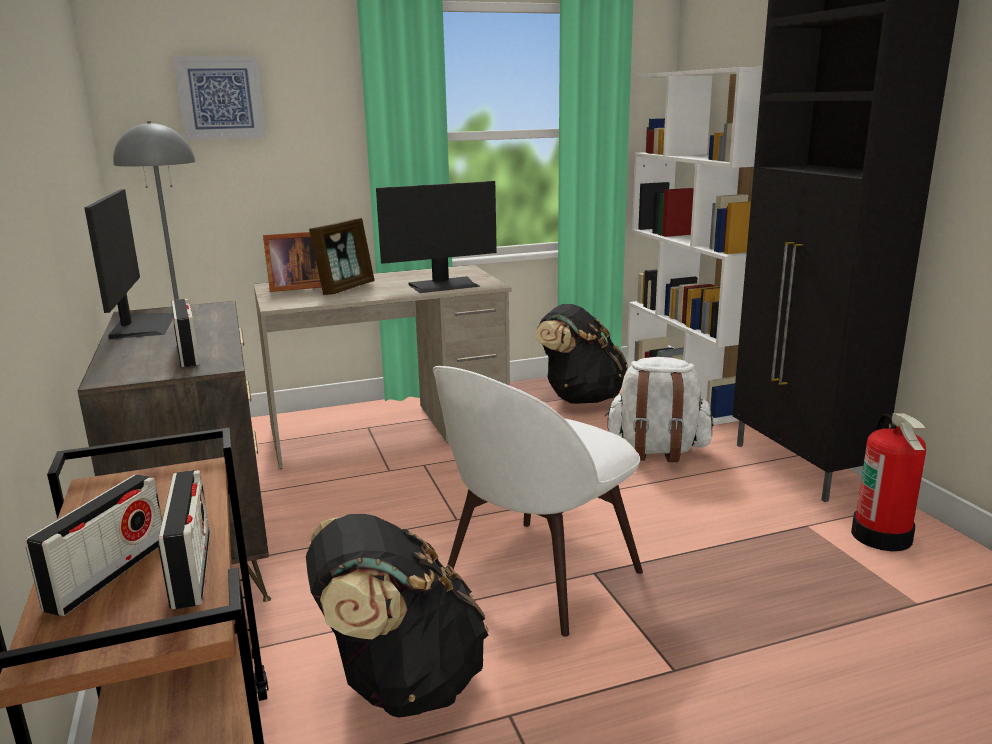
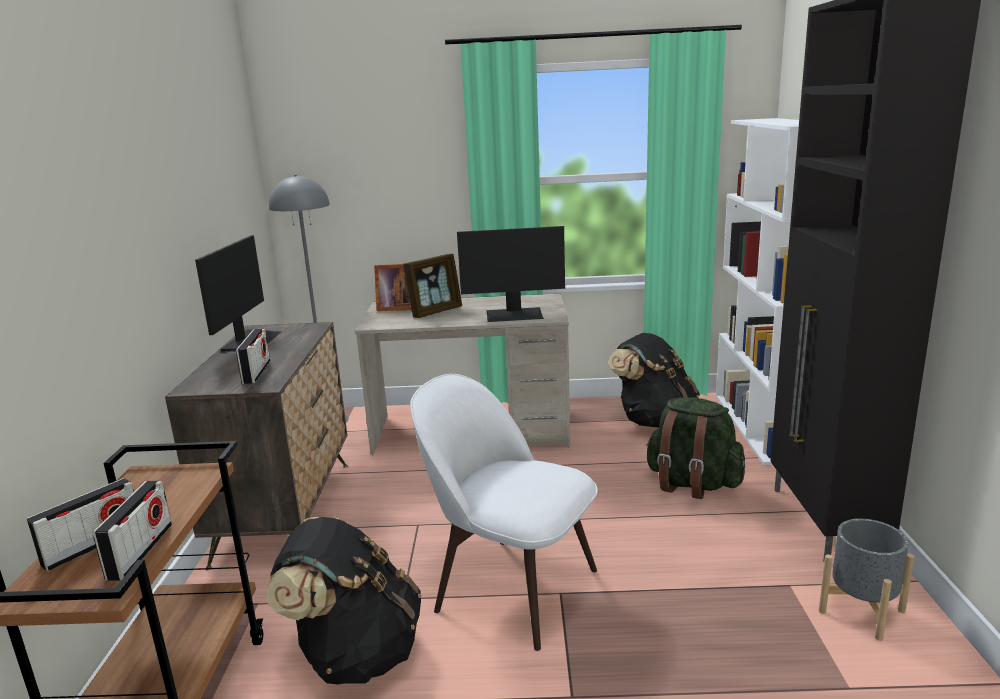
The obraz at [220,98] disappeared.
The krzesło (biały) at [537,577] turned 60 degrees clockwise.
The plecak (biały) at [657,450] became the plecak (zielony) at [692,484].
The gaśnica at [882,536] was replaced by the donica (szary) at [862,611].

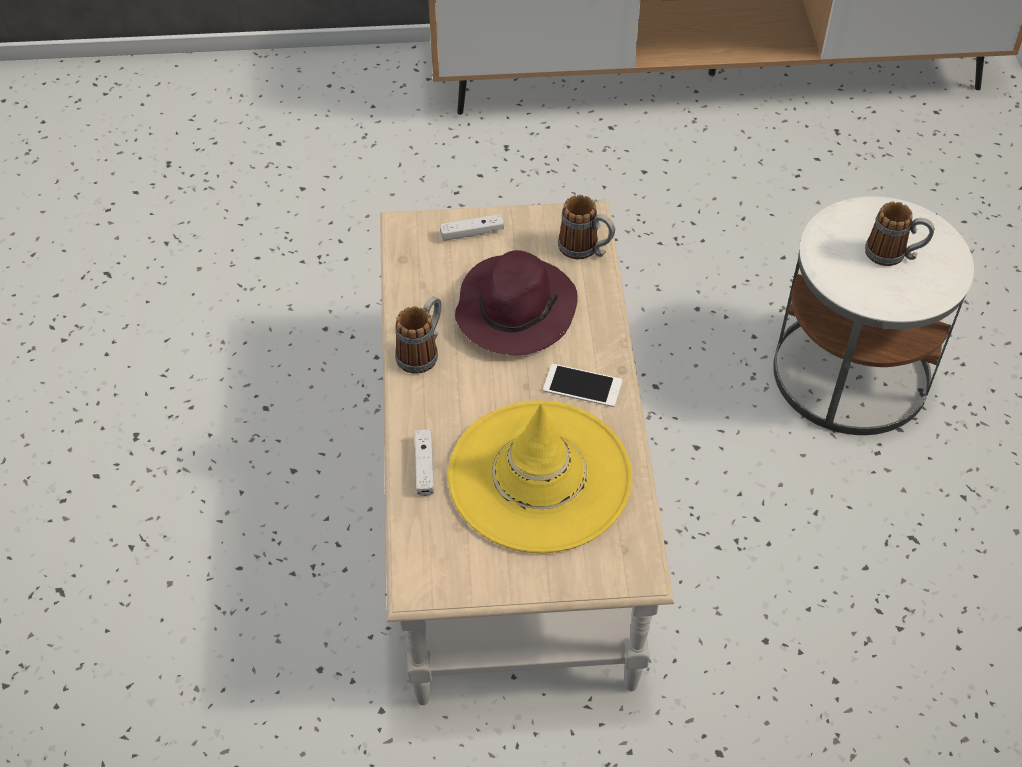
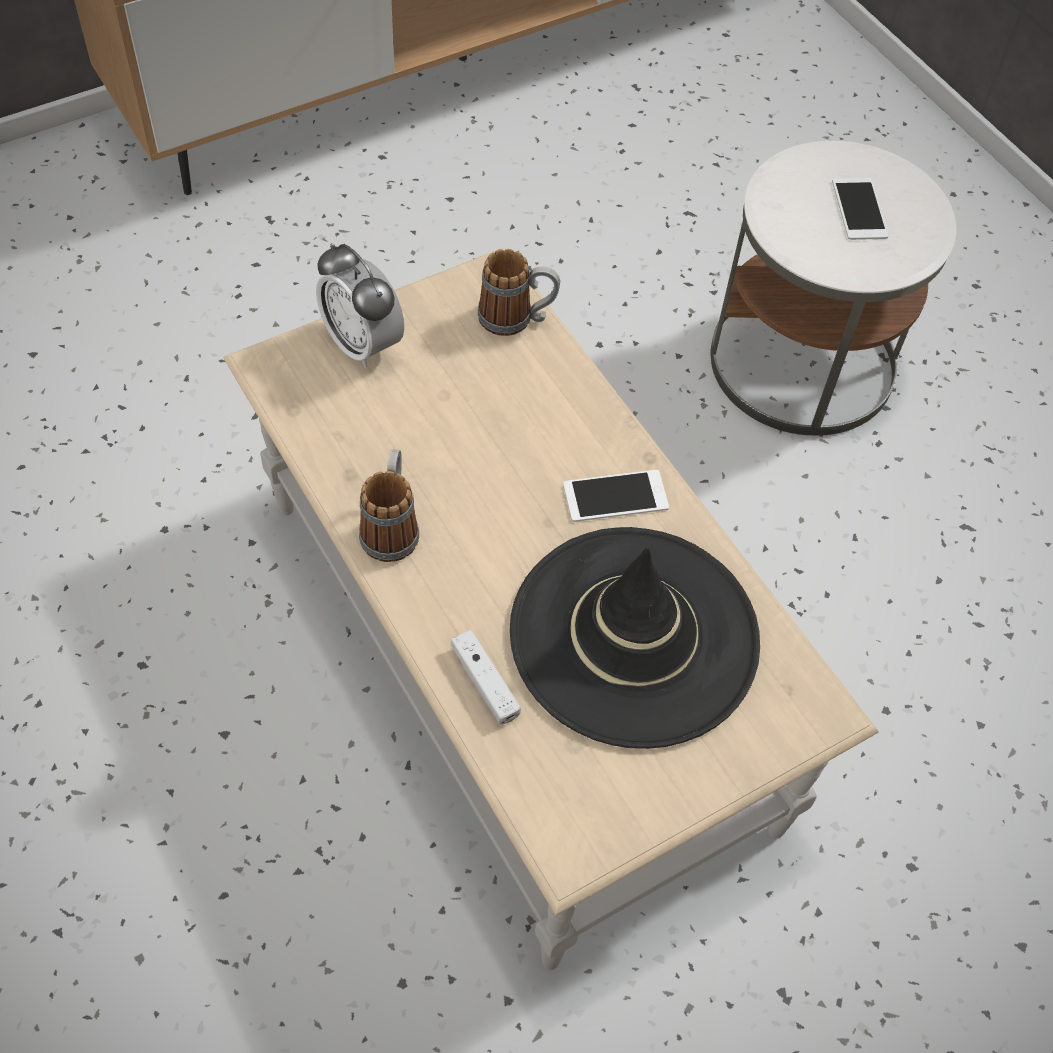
The pad do gier (biały) at [472,233] was replaced by the budzik at [362,344].
The kapelusz (żółty) at [539,476] became the kapelusz (czarny) at [634,636].
The kapelusz (fioletowy) at [515,309] disappeared.
The kubek at [893,255] was replaced by the telefon at [859,209].

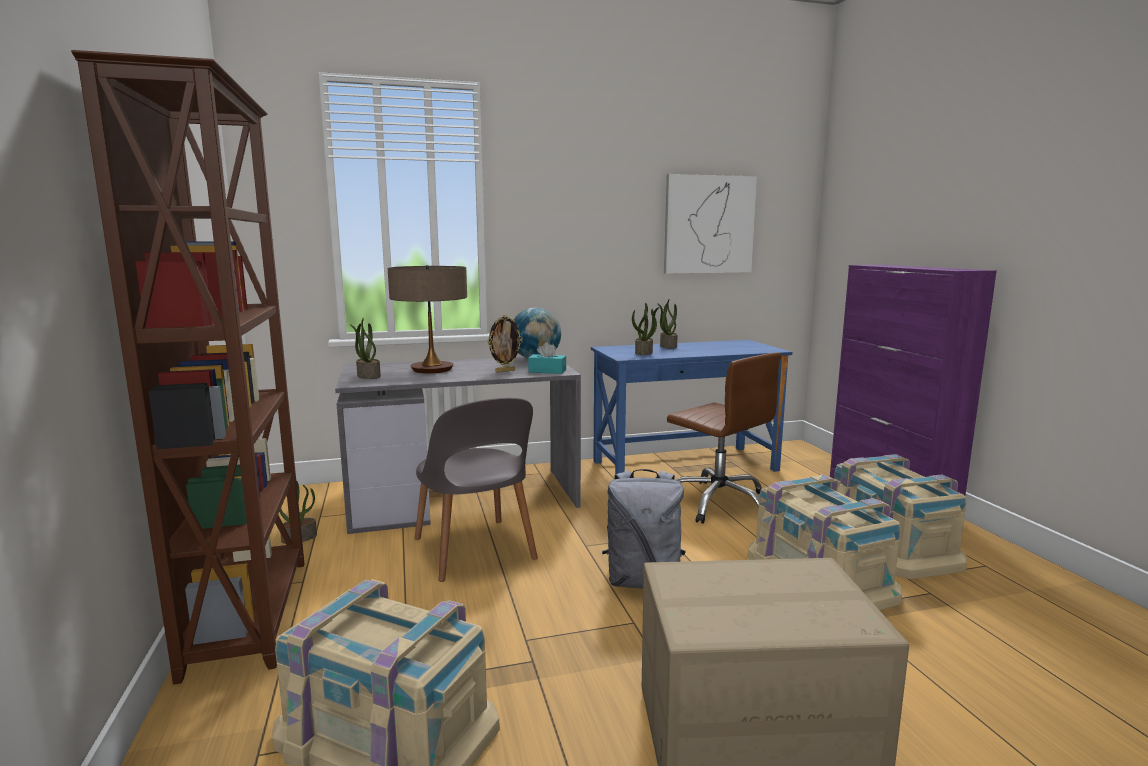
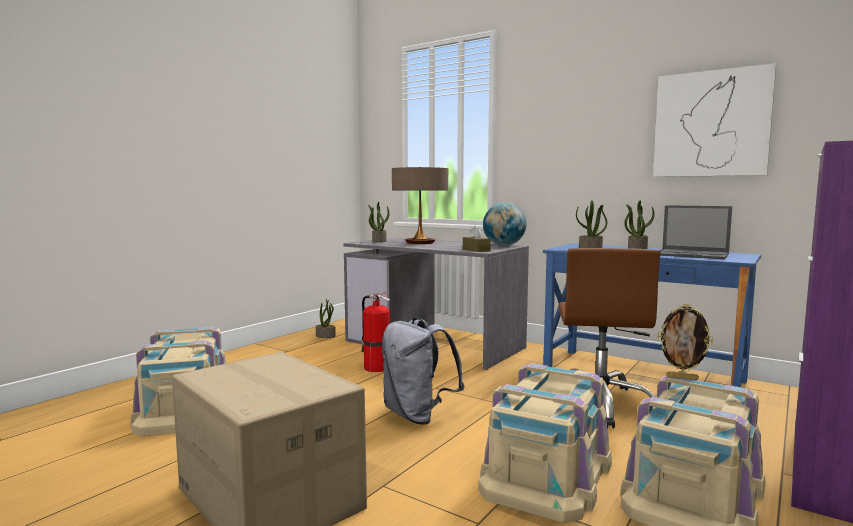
The regał (brązowy) at [251,613] disappeared.
The krzesło (szary) at [475,551] was replaced by the gaśnica at [375,367].
The ramka na zdjęcie moved from [505,371] to [682,378].
The pudełko chusteczek (turkusowy) at [547,371] became the pudełko chusteczek (brązowy) at [476,250].
The laptop at [692,254] appeared.

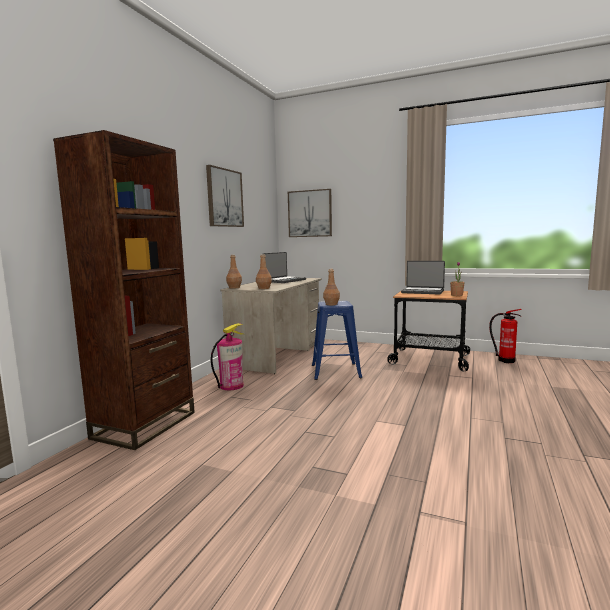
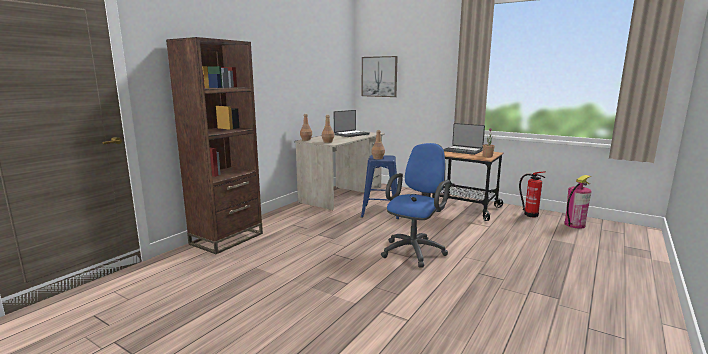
The obraz at [224,198] disappeared.
The gaśnica moved from [231,386] to [574,225].
The krzesło biurowe (niebieski) at [415,250] appeared.

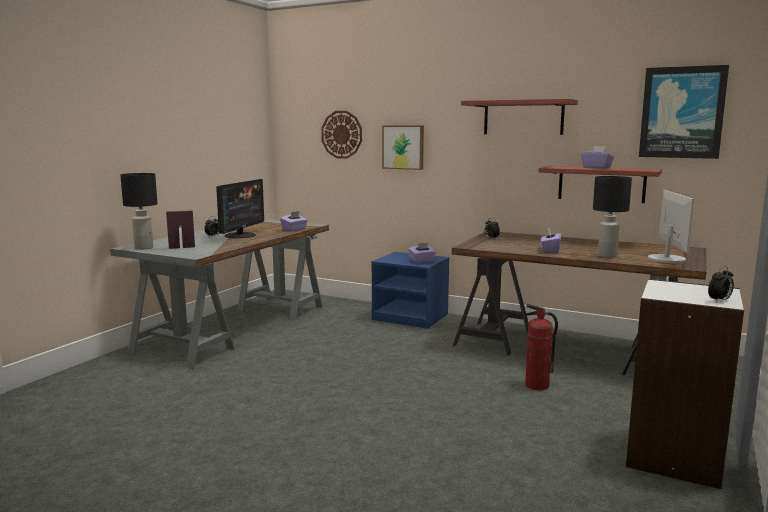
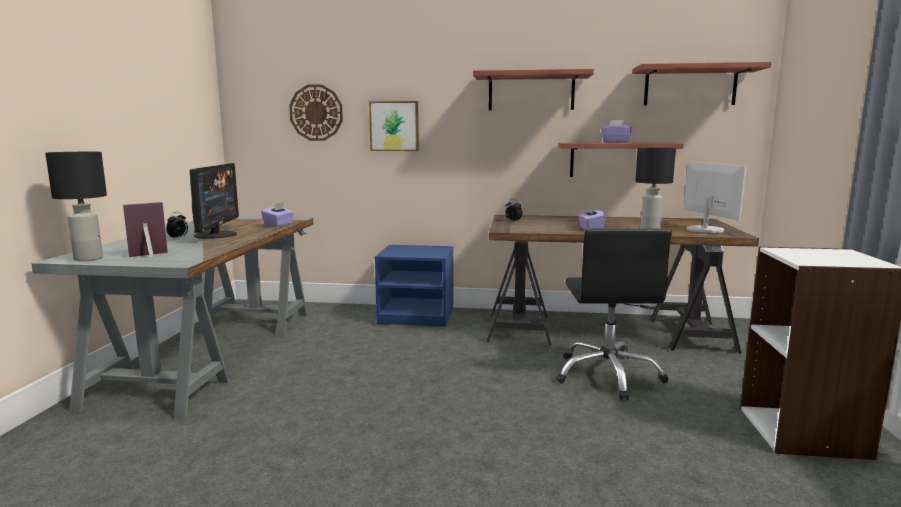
The pudełko chusteczek (fioletowy) at [422,261] disappeared.
The gaśnica at [536,386] was replaced by the krzesło biurowe (czarny) at [608,375].
The obraz at [682,112] was replaced by the półka at [690,86].
The budzik at [719,300] disappeared.

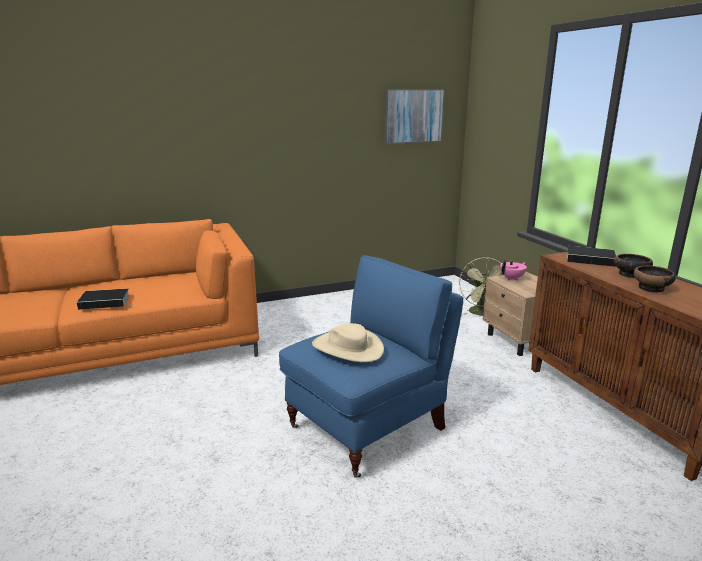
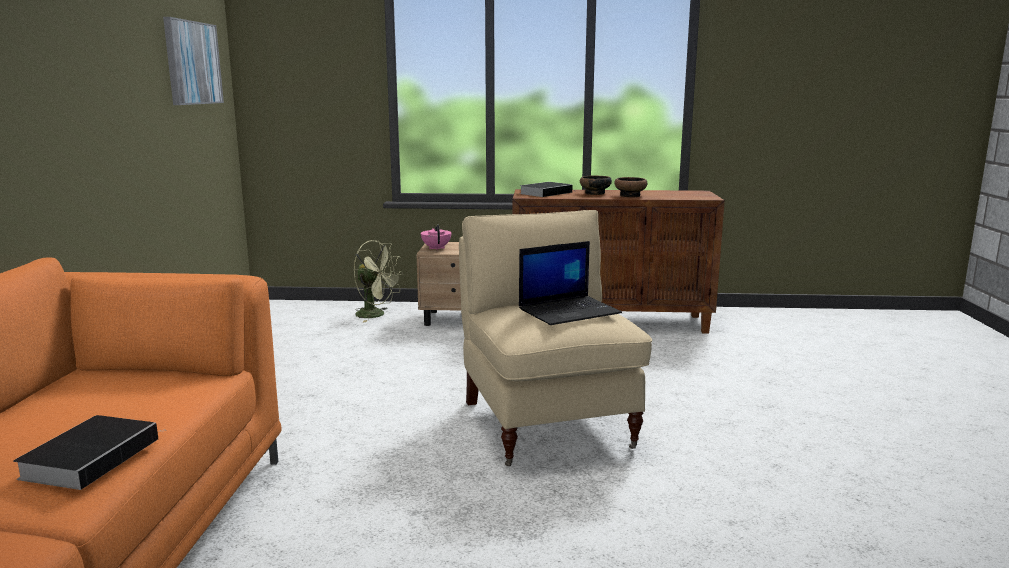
The fotel (niebieski) at [368,427] became the fotel (beżowy) at [546,424].
The kapelusz (beżowy) at [347,348] was replaced by the laptop at [569,311].

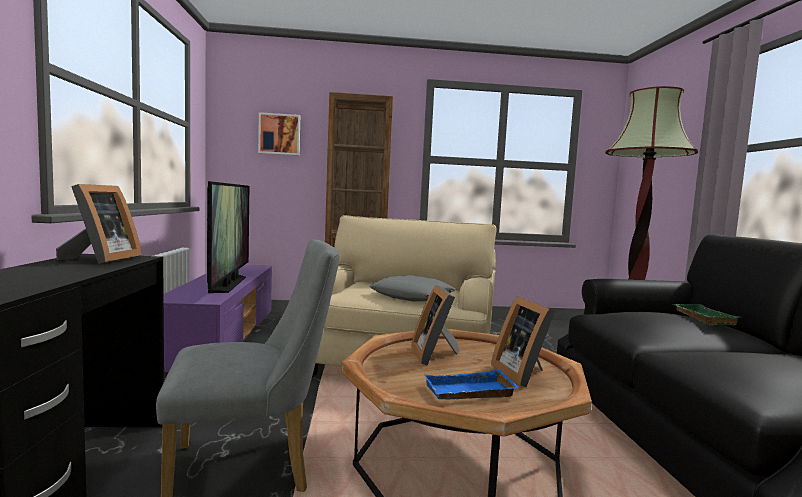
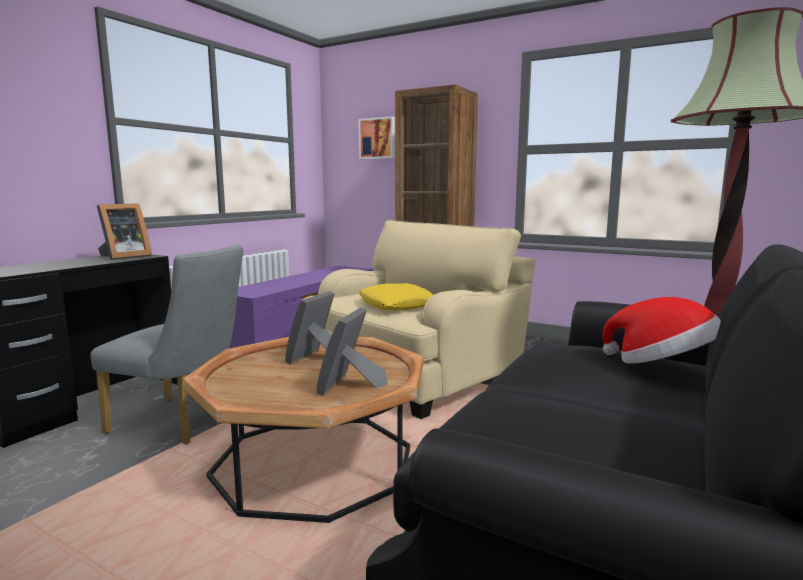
The telewizor at [229,284] disappeared.
The poduszka (szary) at [412,296] became the poduszka (żółty) at [397,305].
The taca (niebieski) at [469,393] disappeared.
The taca (zielony) at [701,317] was replaced by the kapelusz at [661,365].

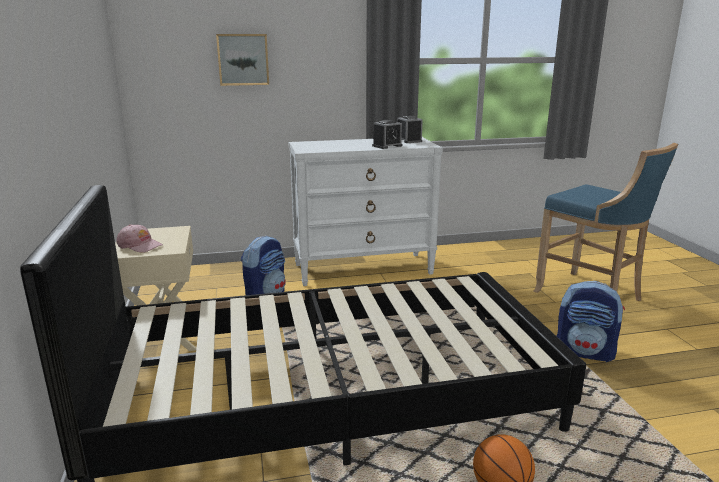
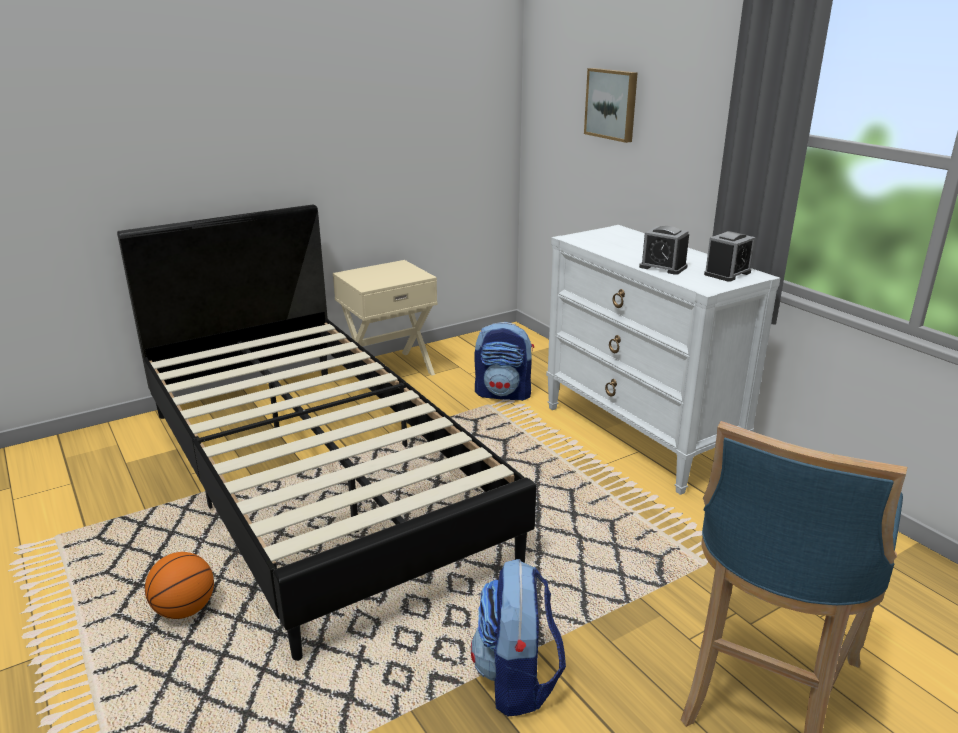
The czapka z daszkiem (różowy) at [140,245] disappeared.

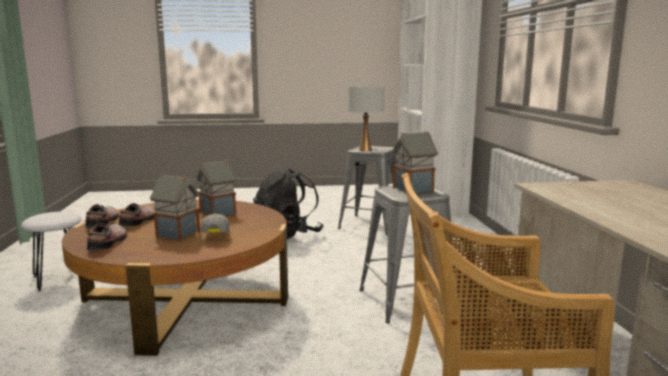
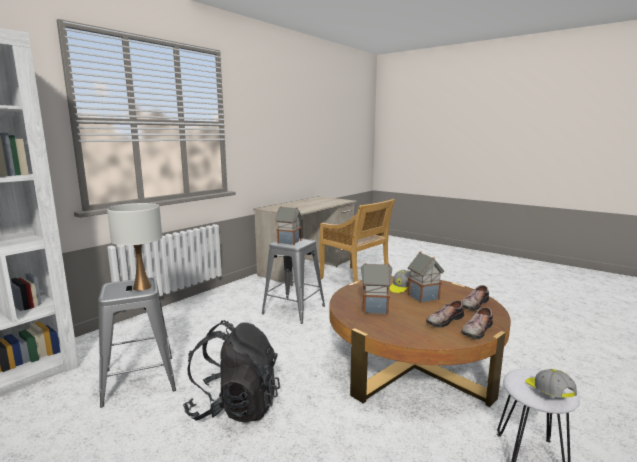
The czapka z daszkiem at [548,393] appeared.

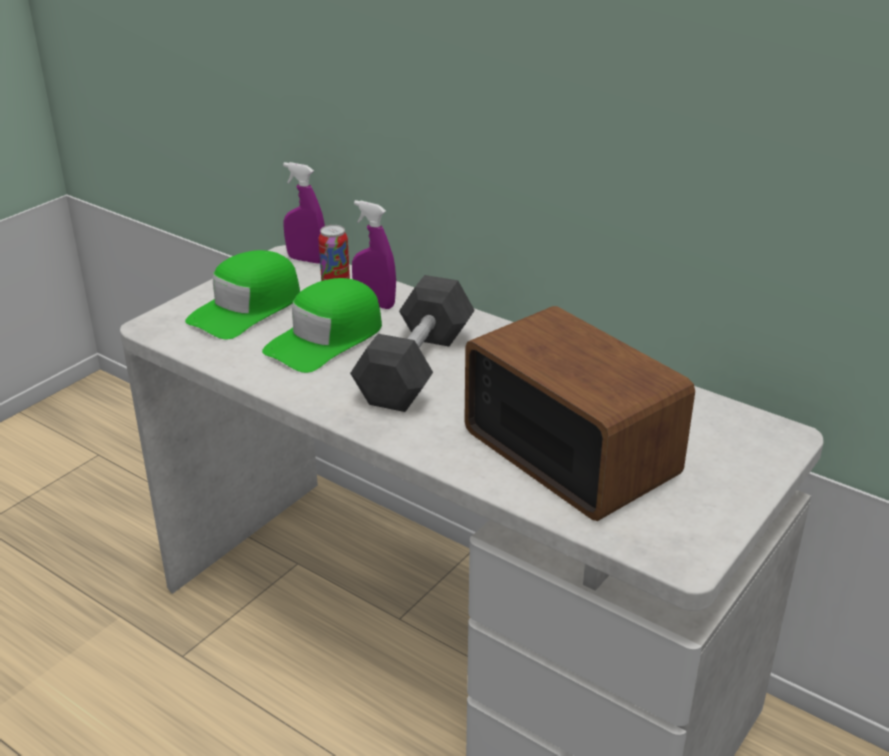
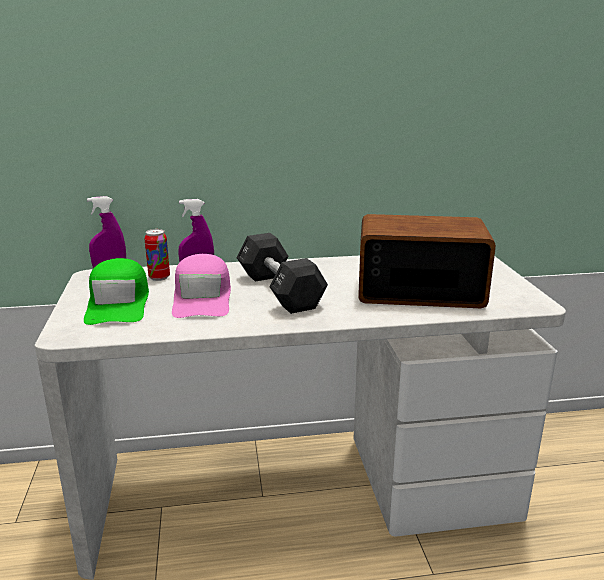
The czapka z daszkiem (zielony) at [326,339] became the czapka z daszkiem (różowy) at [202,298].

